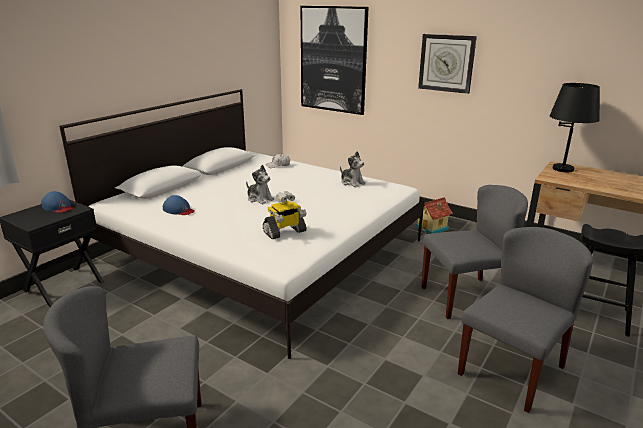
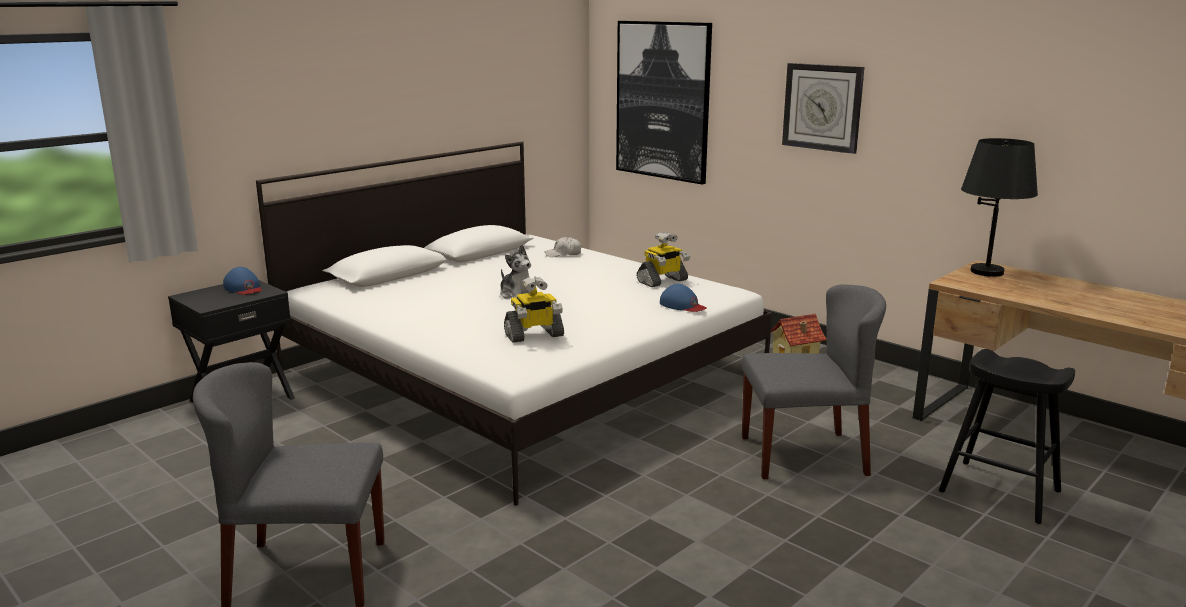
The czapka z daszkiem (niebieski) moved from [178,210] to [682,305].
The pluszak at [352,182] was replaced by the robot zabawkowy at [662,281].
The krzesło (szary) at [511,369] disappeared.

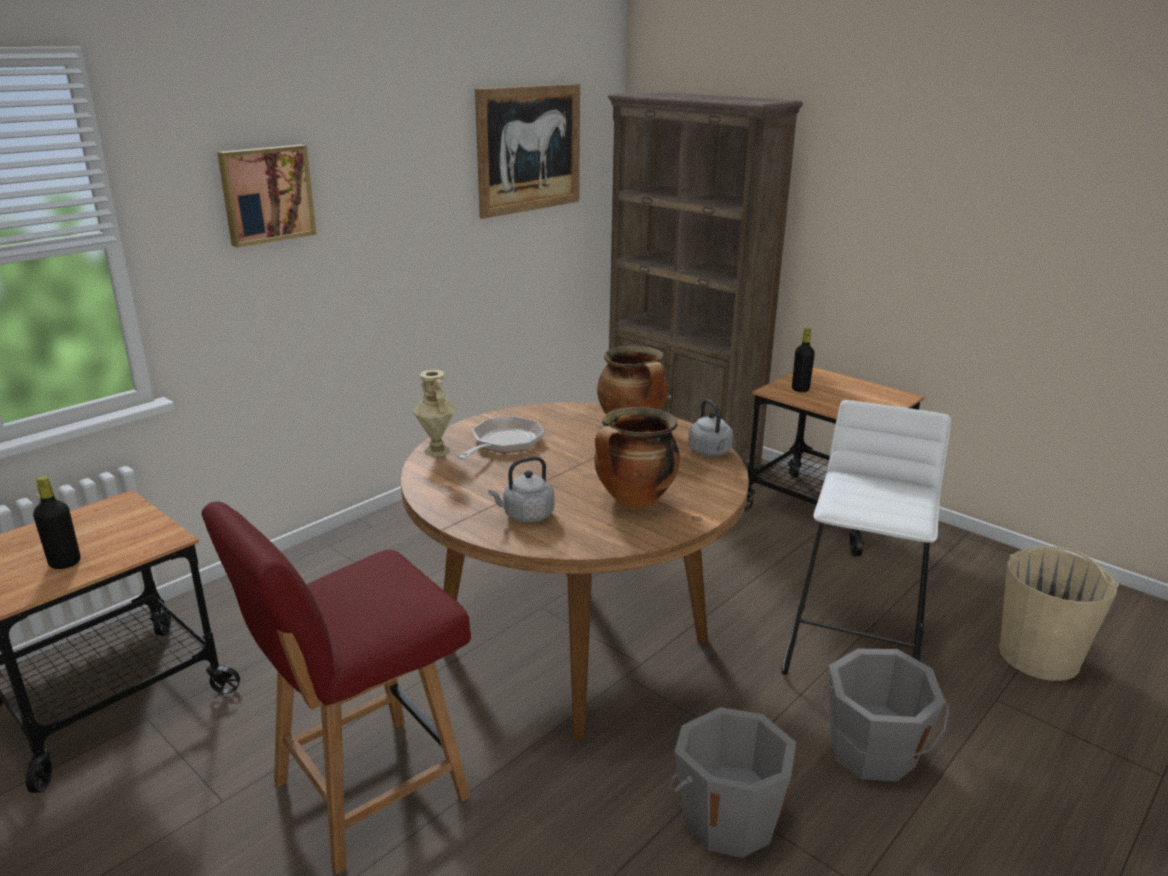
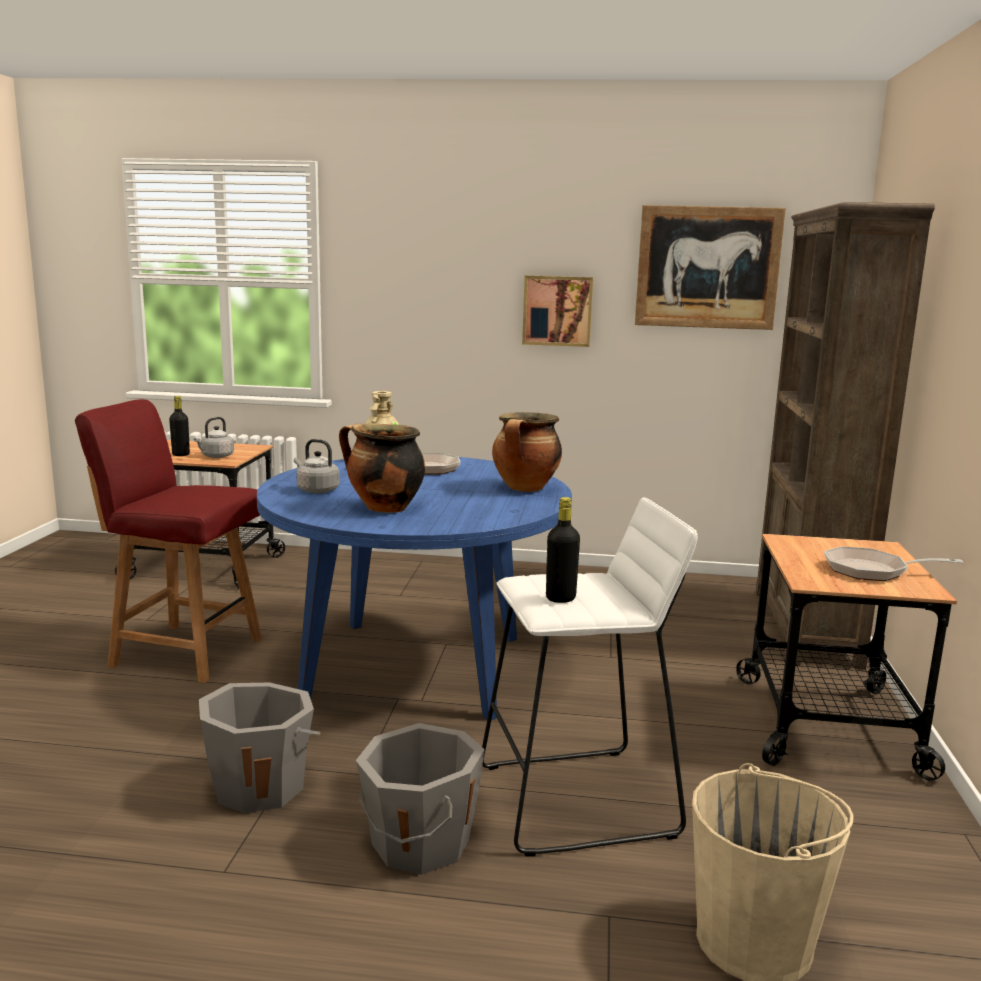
The obraz moved from [266,194] to [557,310].
The stół jadalny (brązowy) at [573,642] became the stół jadalny (niebieski) at [415,667].
The czajnik (szary) moved from [710,452] to [216,456].
The butelka (czarny) moved from [800,389] to [560,598].
The patelnia at [872,571] appeared.

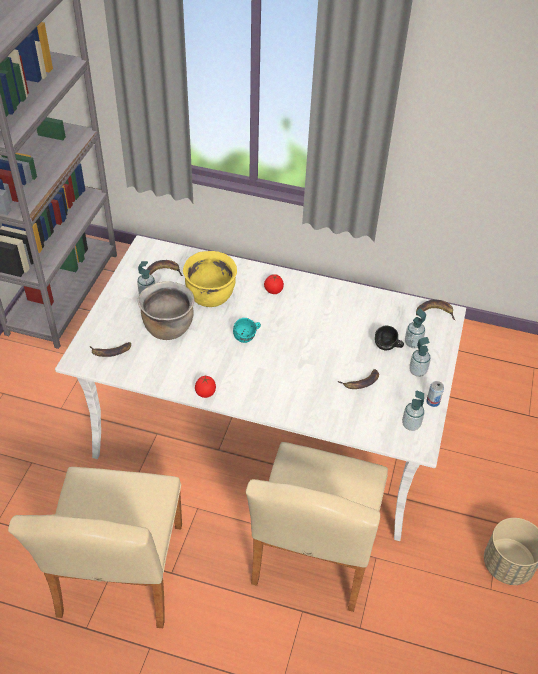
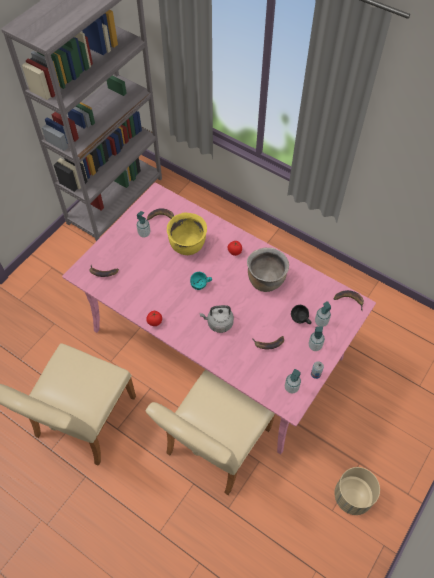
The stół jadalny (biały) at [266,431] became the stół jadalny (różowy) at [217,343].
The garnek (brązowy) moved from [168,328] to [265,280].
The czajnik (szary) at [218,323] appeared.

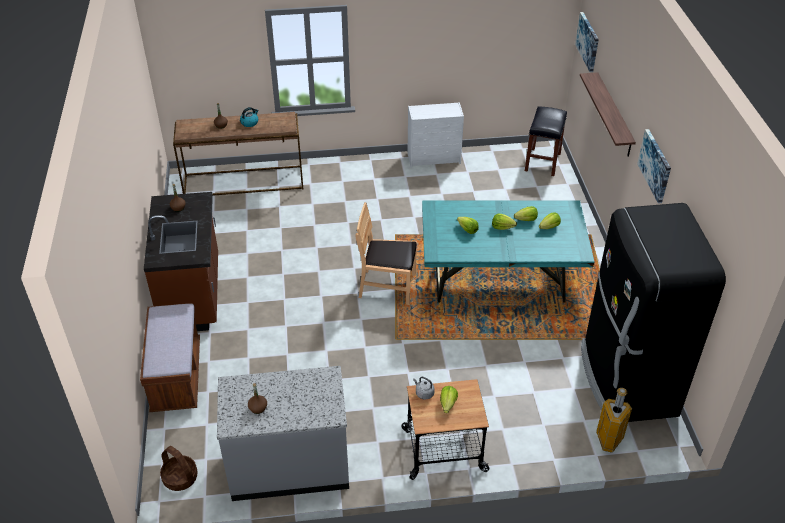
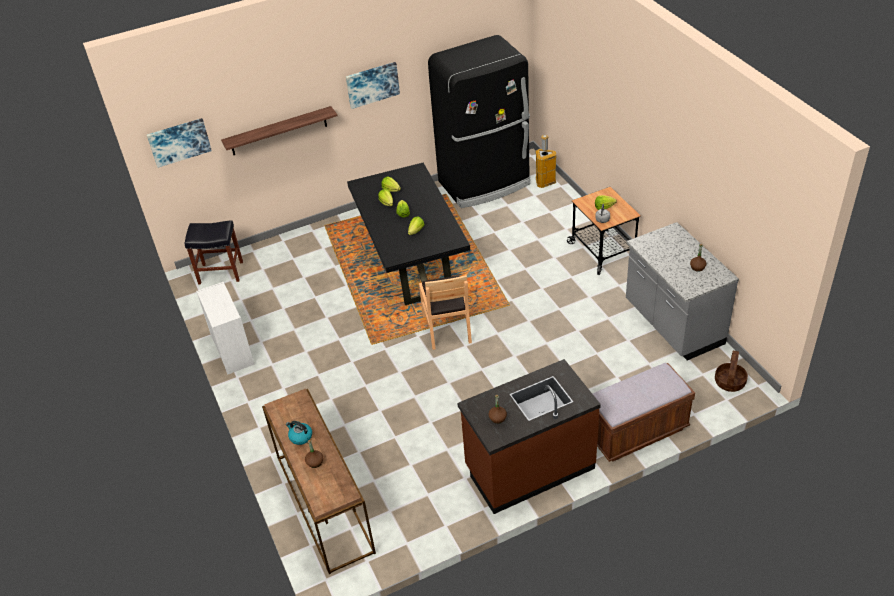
The stół jadalny (turkusowy) at [500,283] became the stół jadalny (czarny) at [411,262].

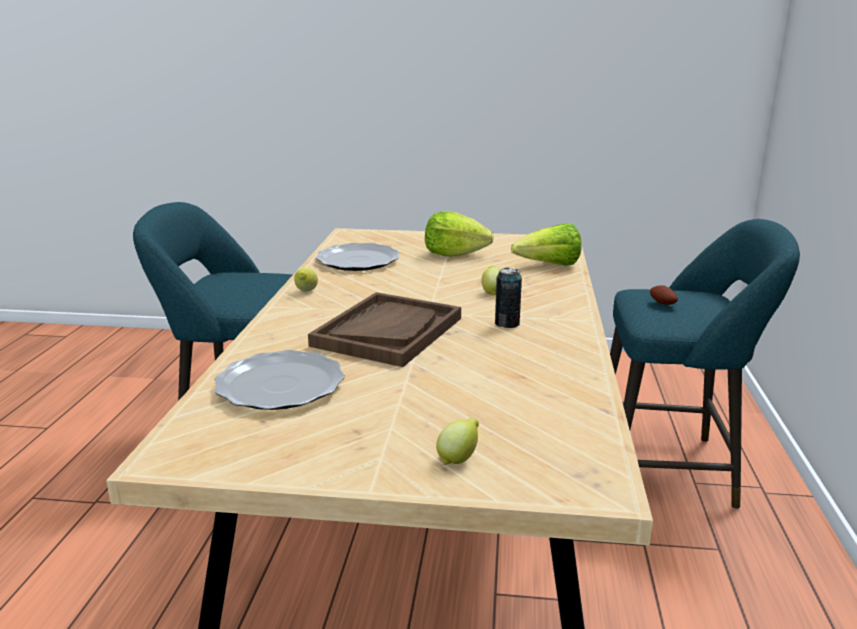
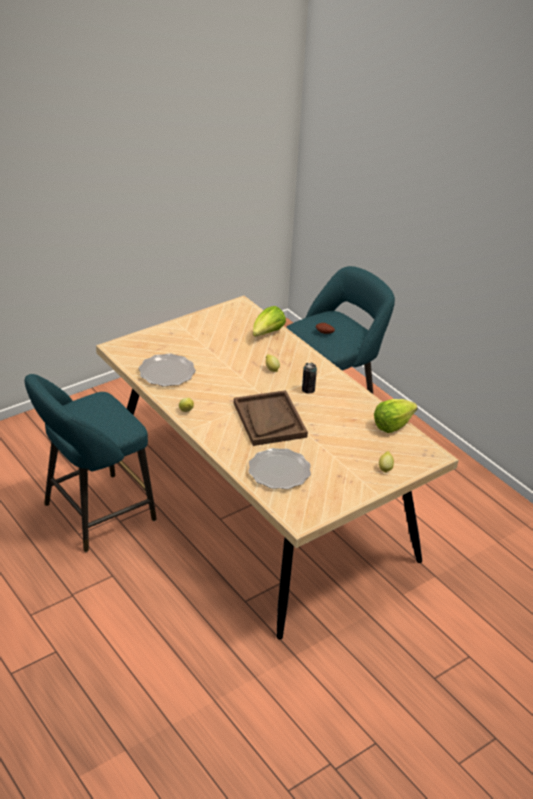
The sałata moved from [454,254] to [392,425].

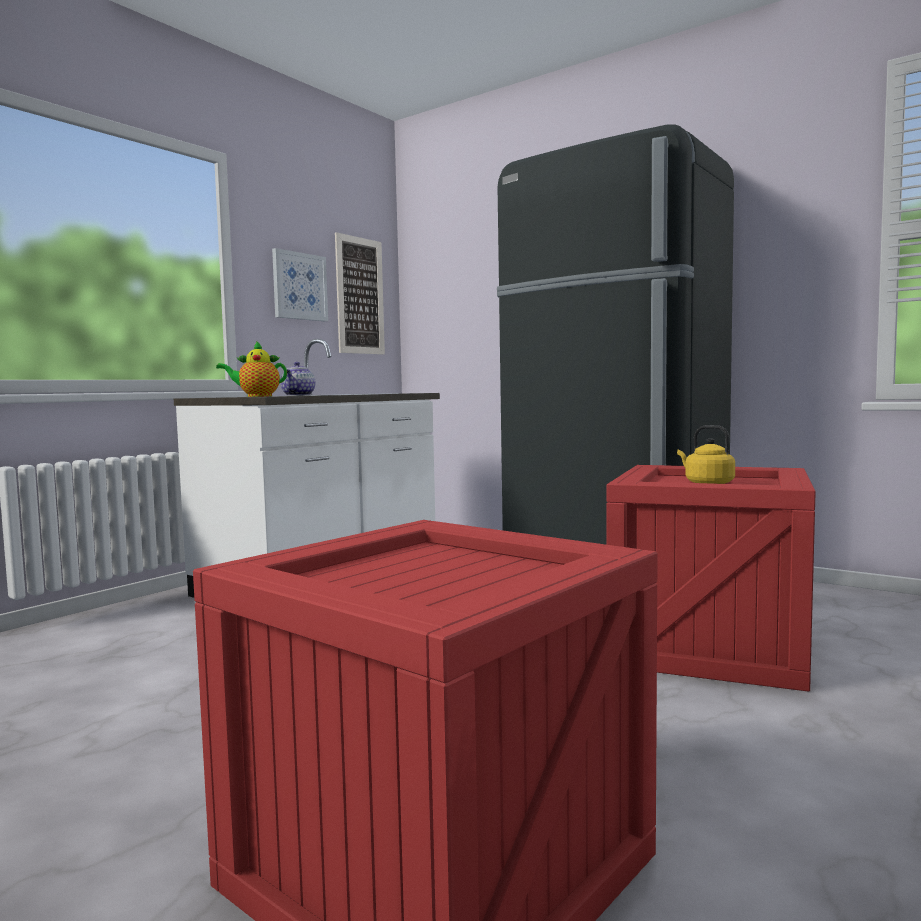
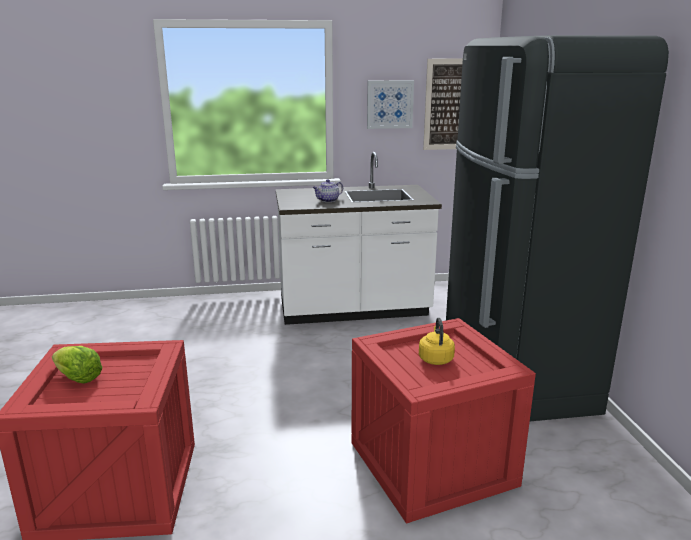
The imbryk at [256,396] disappeared.
The sałata at [78,378] appeared.

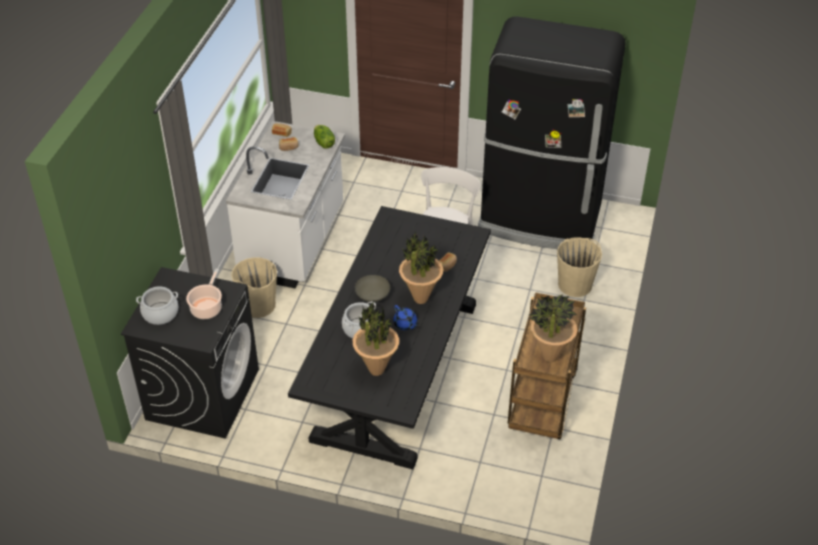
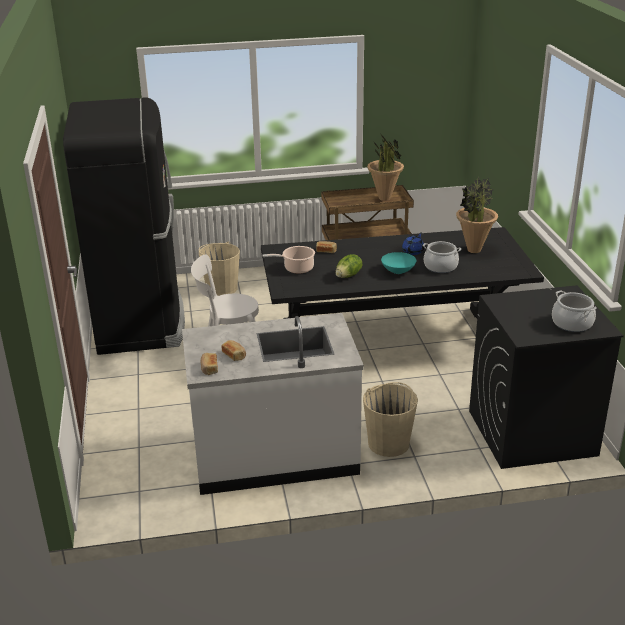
The garnek moved from [207,308] to [296,268].
The sałata moved from [323,143] to [348,275].
The miska (szary) at [372,297] became the miska (turkusowy) at [398,271].
The roślina doniczkowa at [420,298] disappeared.

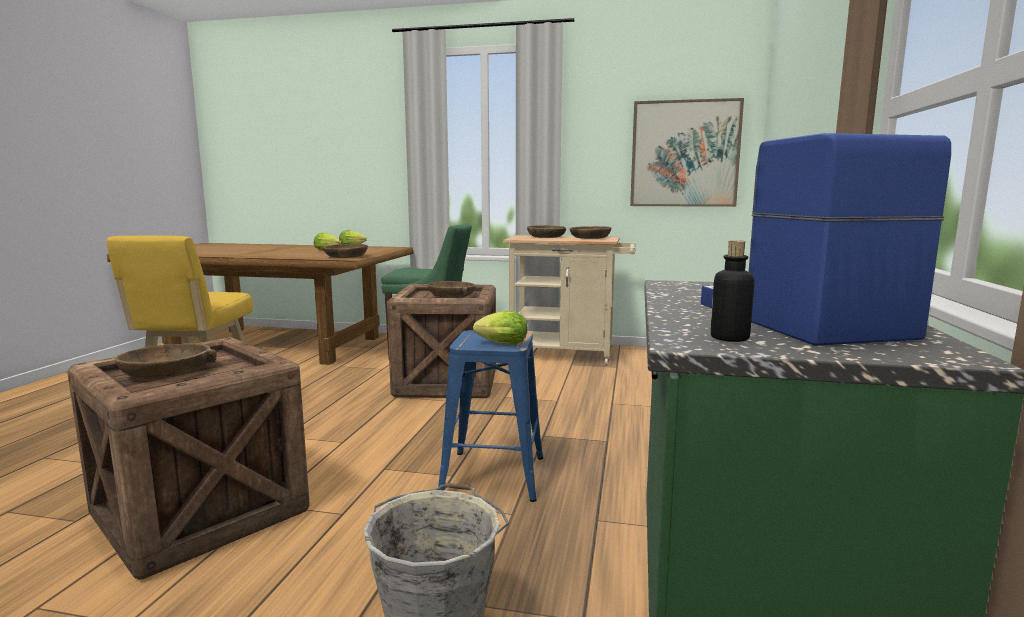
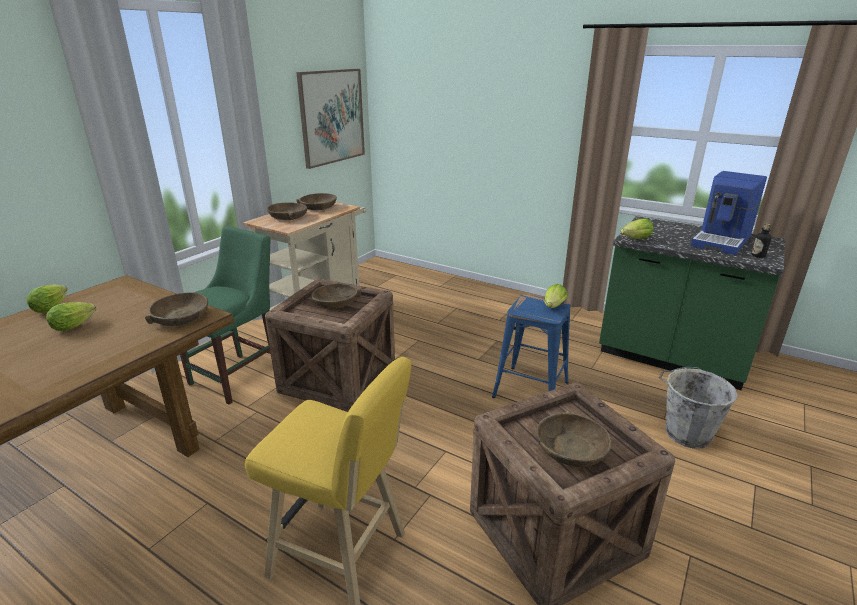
The ekspres do kawy at [797,320] turned 60 degrees counterclockwise.
The sałata at [634,239] appeared.

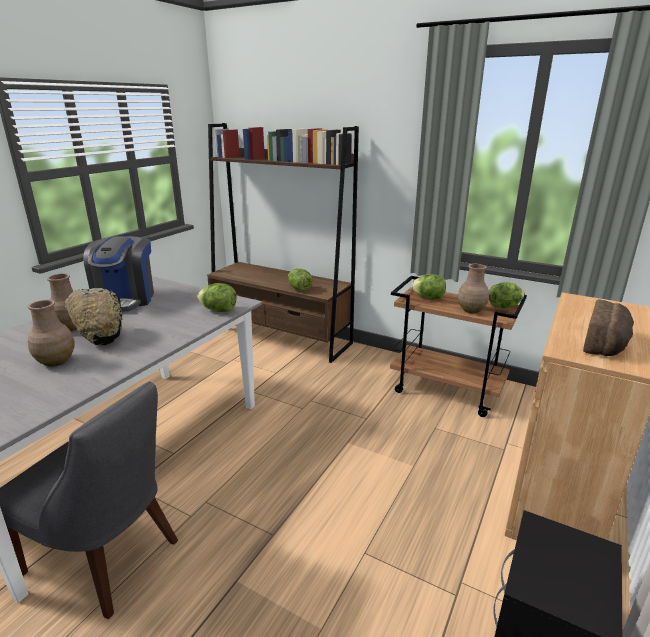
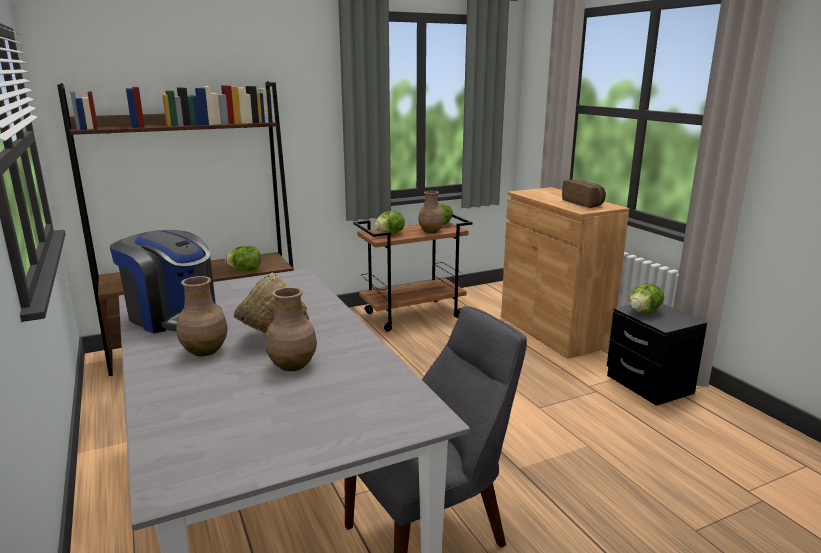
The sałata moved from [219,310] to [643,312].

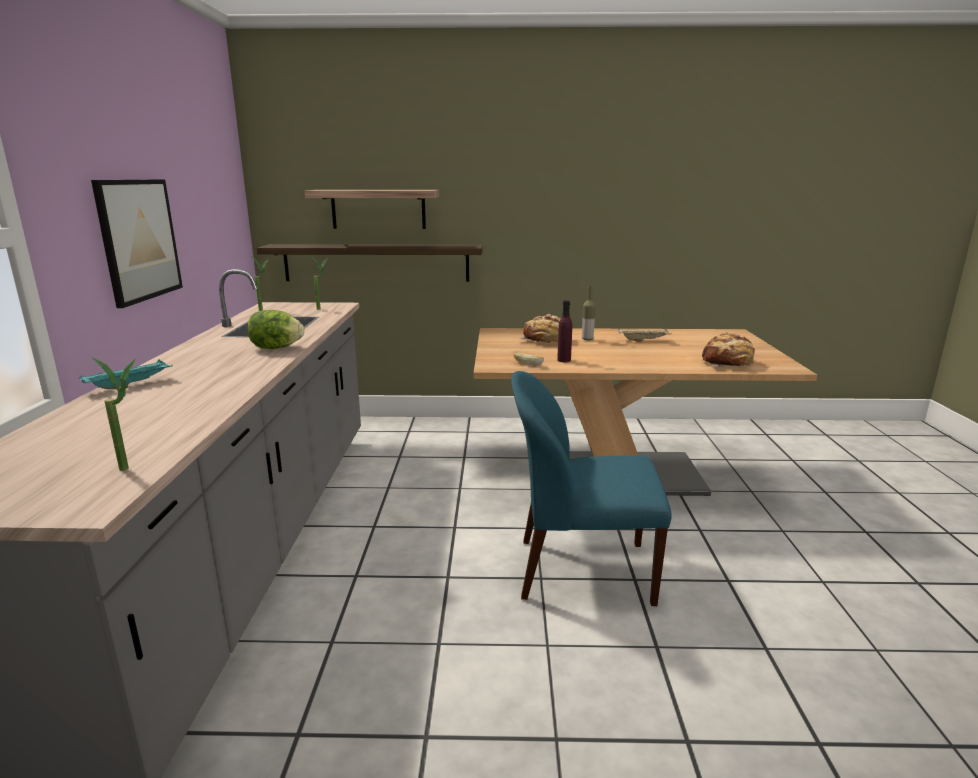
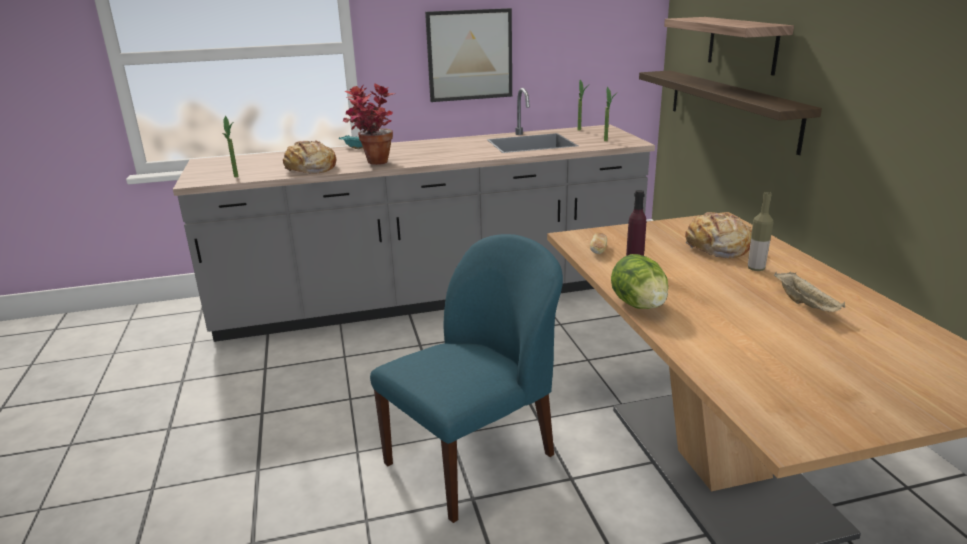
The sałata moved from [276,348] to [639,305].
The krzesło (niebieski) at [580,570] turned 60 degrees clockwise.
The chleb moved from [727,363] to [310,169].
The roślina doniczkowa at [372,164] appeared.

